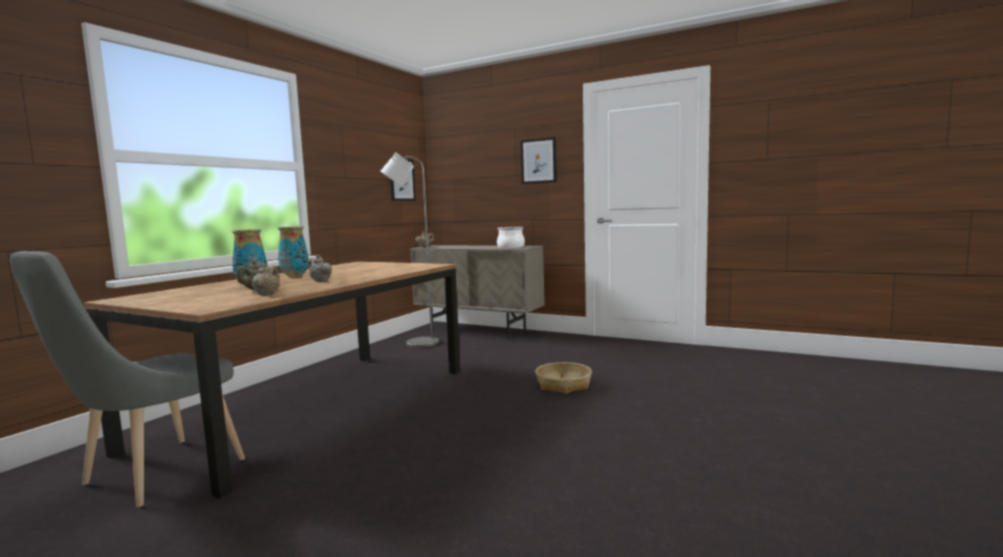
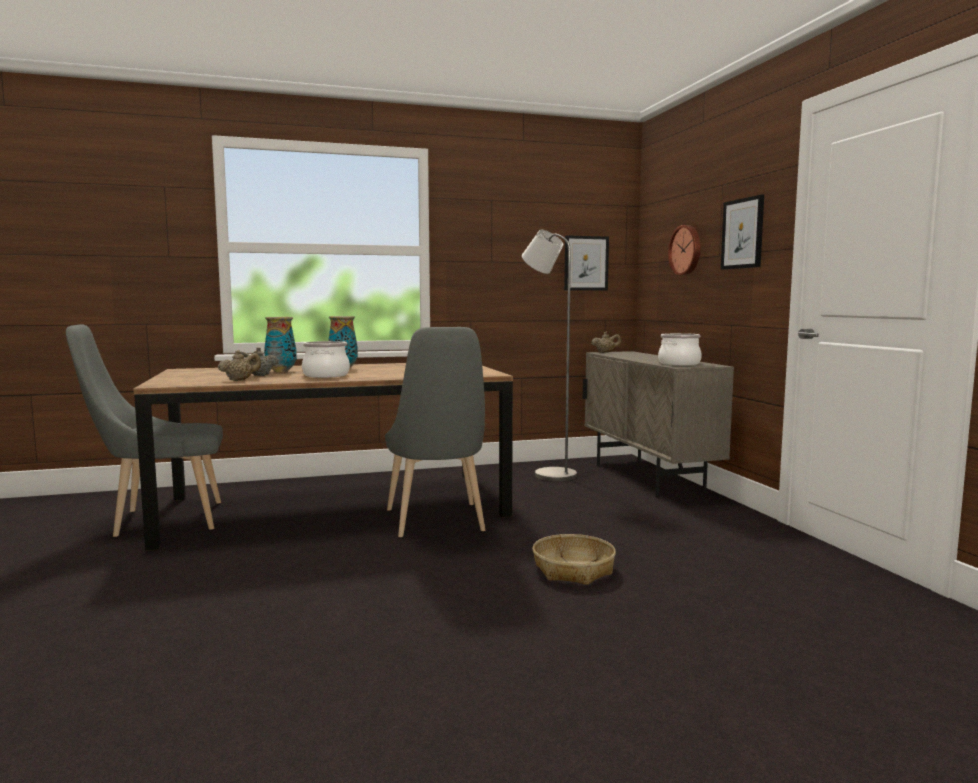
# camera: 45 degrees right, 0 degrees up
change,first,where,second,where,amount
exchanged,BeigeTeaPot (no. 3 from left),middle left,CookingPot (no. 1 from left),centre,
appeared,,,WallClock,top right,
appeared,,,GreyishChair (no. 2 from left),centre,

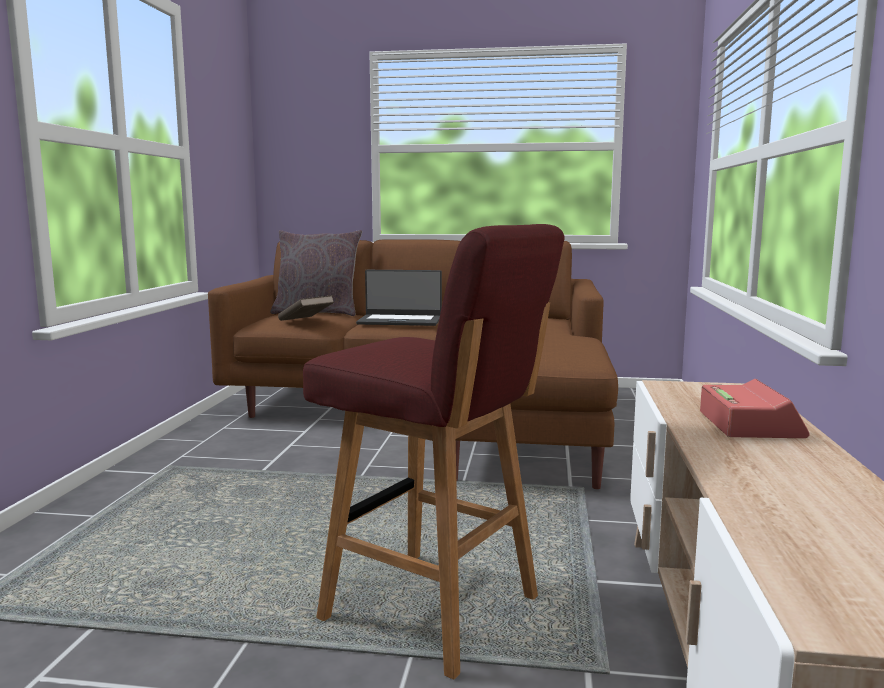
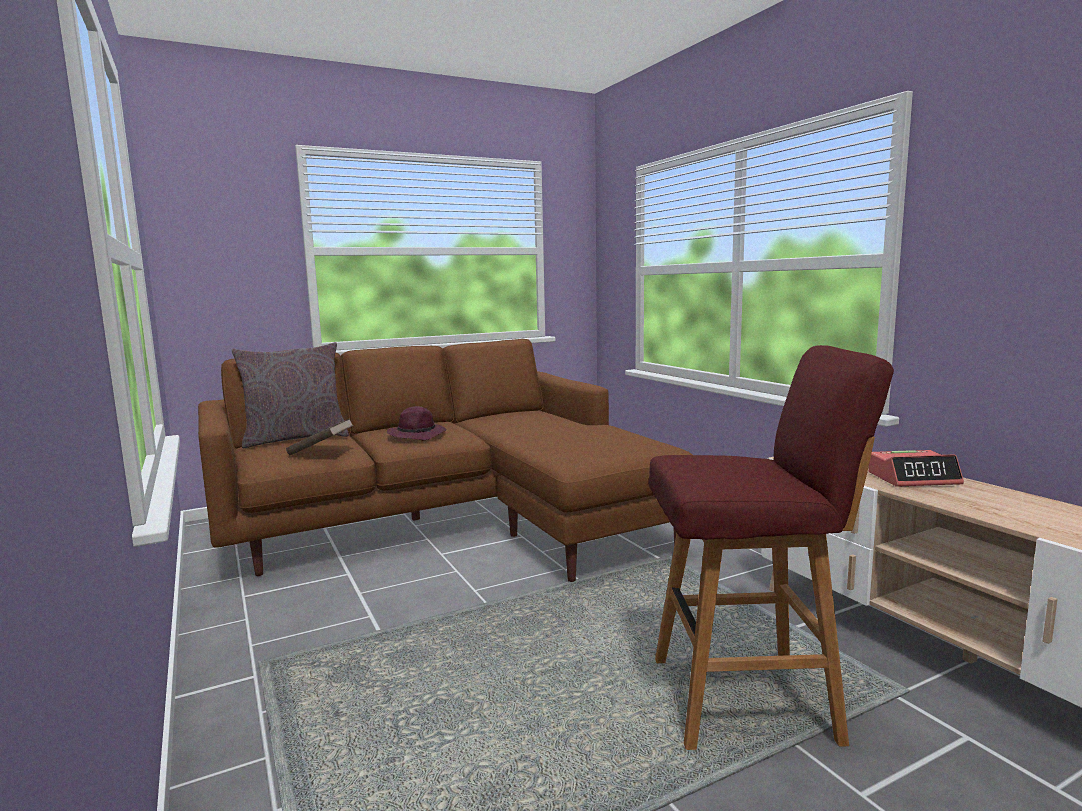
# camera: 35 degrees left, 0 degrees up
change,first,where,second,where,amount
exchanged,NotebookComputer,centre,PurpleColouredClothingHat,centre,
spun,AlarmClock,middle right,,middle right,120 degrees clockwise

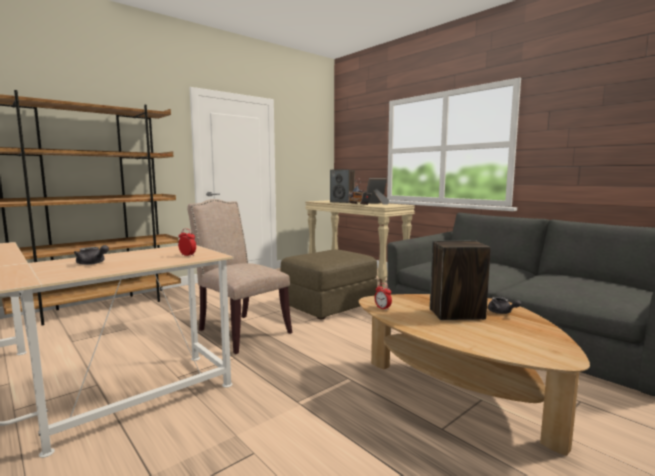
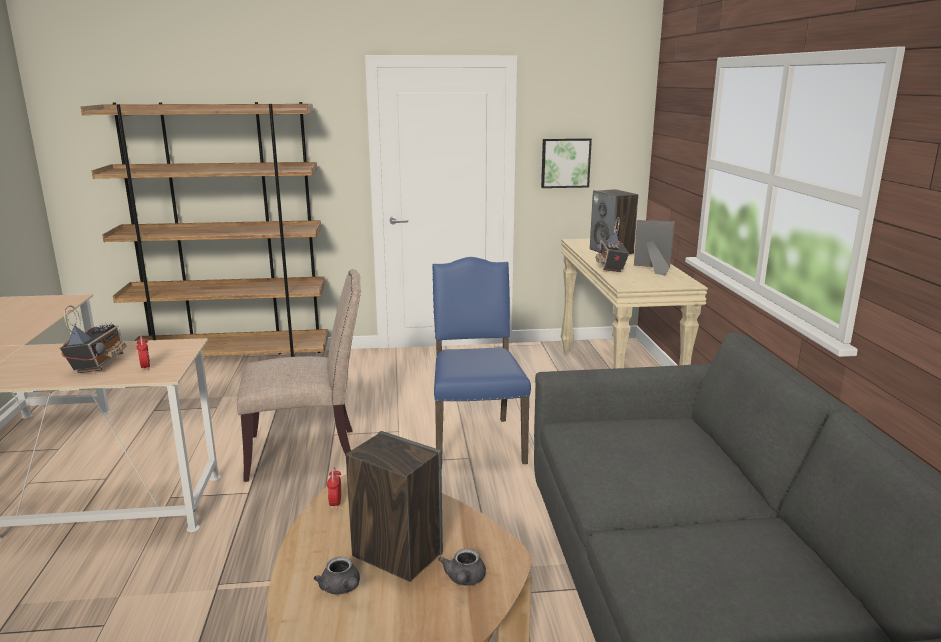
# camera: 35 degrees right, 10 degrees up
change,first,where,second,where,amount
spun,BeigeChair,centre,,middle left,90 degrees clockwise
relocated,GreyishTeaPot (no. 1 from left),middle left,,bottom centre,
exchanged,BrownColouredFootrest,centre,BlueChair,centre,
appeared,,,Picture,top centre,
appeared,,,Radio (no. 1 from left),middle left,

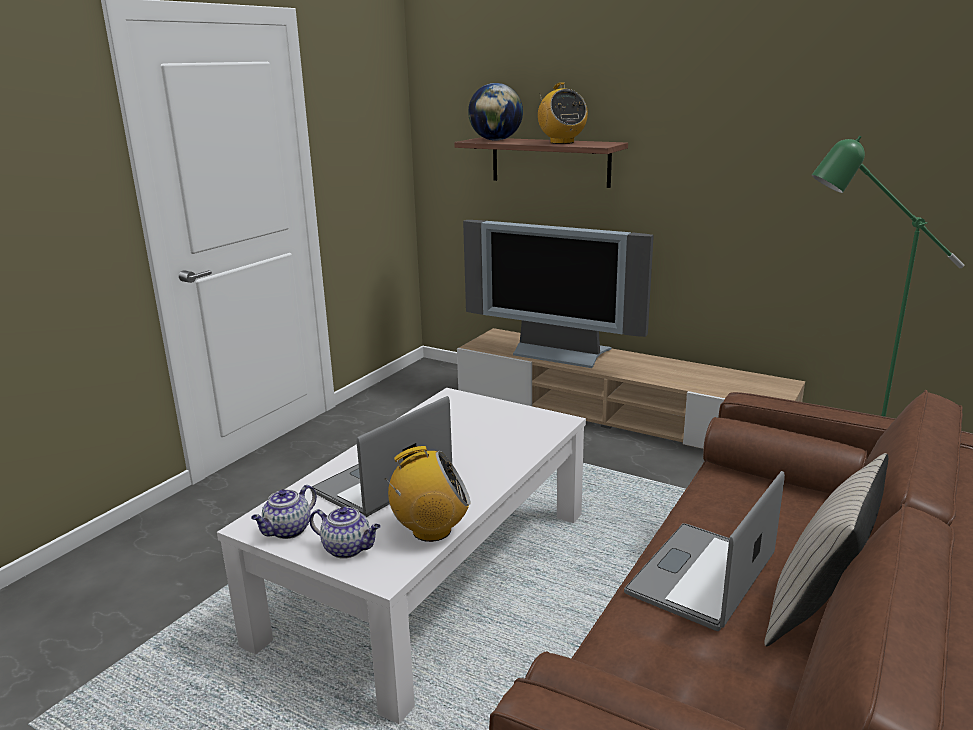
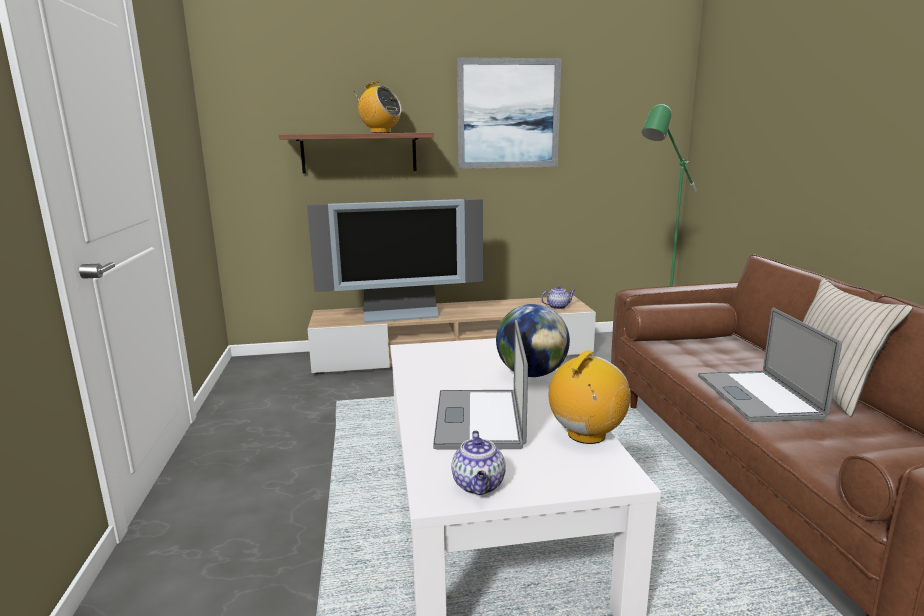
# camera: 40 degrees left, 5 degrees down
change,first,where,second,where,amount
relocated,Globe,top centre,,centre,
relocated,TeaPot (no. 2 from left),bottom centre,,centre,
appeared,,,Picture,top centre,

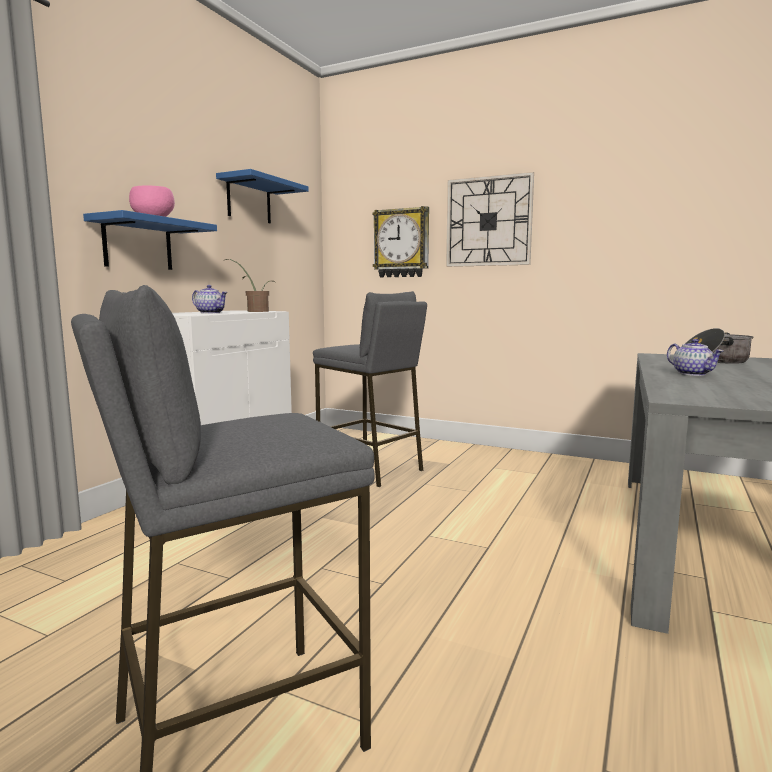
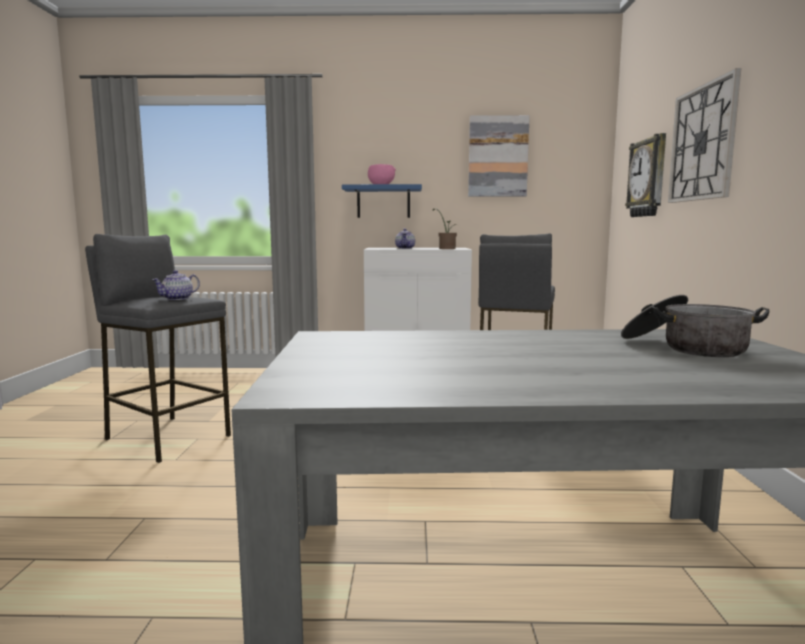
# camera: 65 degrees right, 0 degrees up
change,first,where,second,where,amount
exchanged,BlueBracketShelf (no. 2 from left),top centre,Picture,top centre,
relocated,TeaPot (no. 2 from left in the first image),middle right,TeaPot (no. 1 from left),middle left,

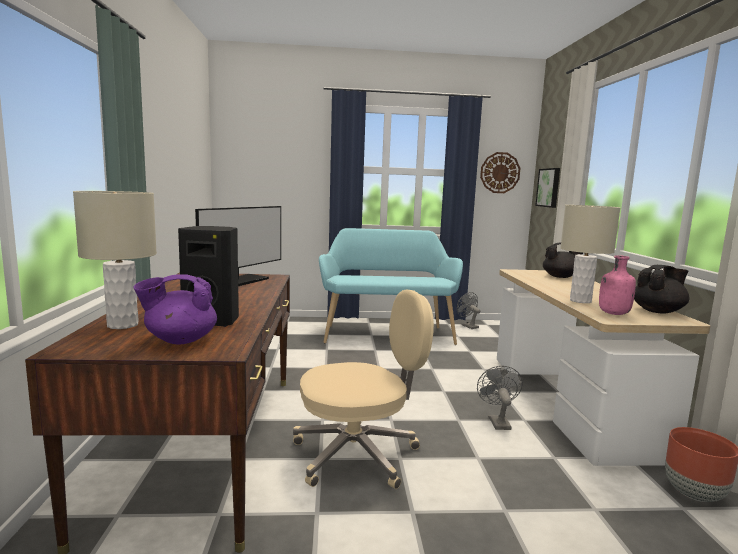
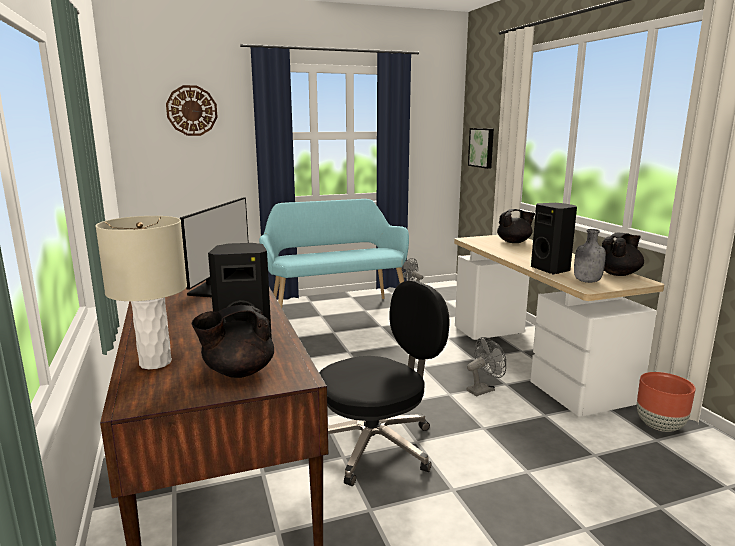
# camera: 15 degrees left, 5 degrees up
change,first,where,second,where,amount
relocated,WallClock,top right,,top left,
exchanged,BeigeTabletopLamp (no. 2 from left),middle right,BlackColouredSpeaker (no. 2 from left),middle right,
colour,PinkishBeverageBottle,middle right,GreyishBeverageBottle,middle right,
colour,PurpleColouredTeaPot,middle left,BlackColouredTeaPot (no. 1 from left),middle left,
colour,BeigeOfficeChair,bottom centre,BlackColouredOfficeChair,bottom centre,
spun,GreyishCoolingFan (no. 2 from left),bottom right,,bottom centre,75 degrees clockwise

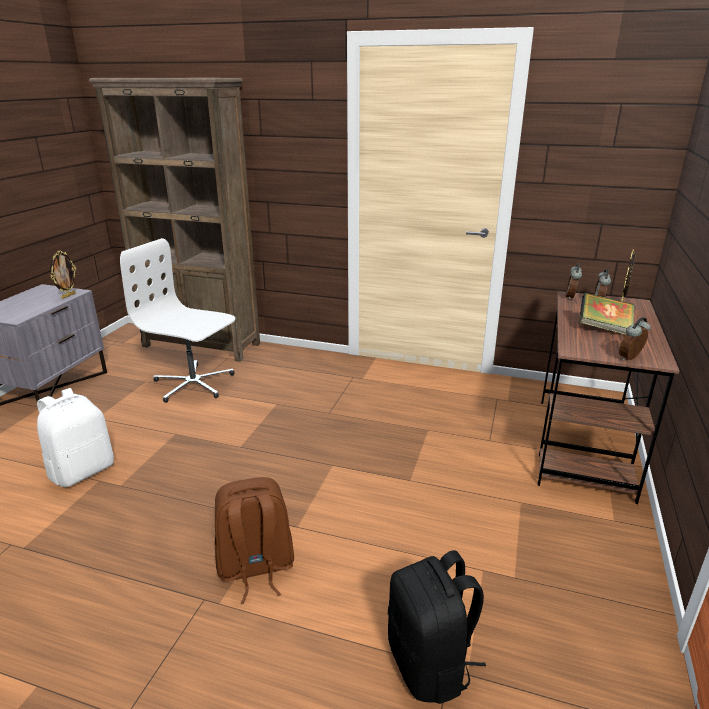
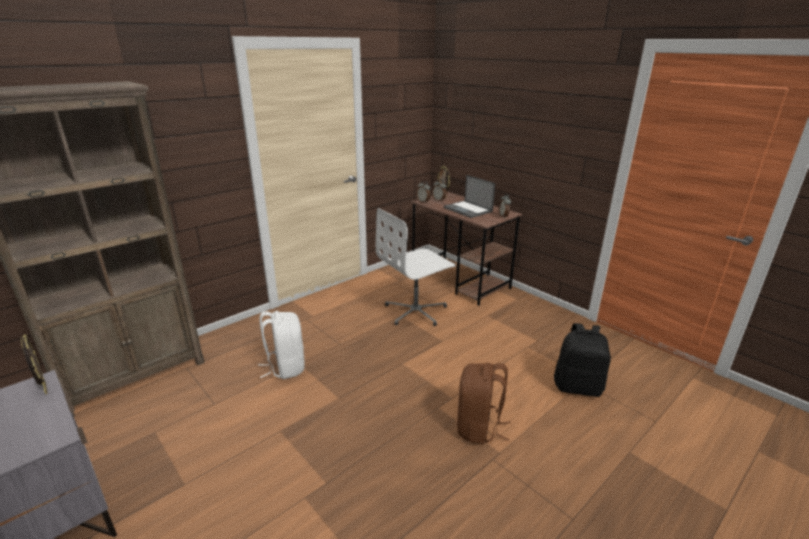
# camera: 60 degrees left, 0 degrees up
change,first,where,second,where,amount
relocated,WhitishOfficeChair,middle left,,centre,
exchanged,Volume,middle right,NotebookComputer,centre,
relocated,WhitishRucksack,middle left,,centre,

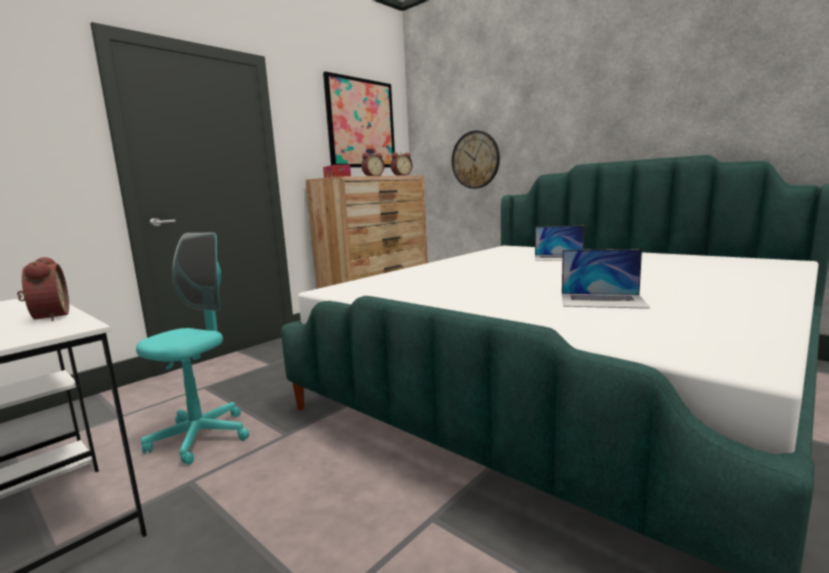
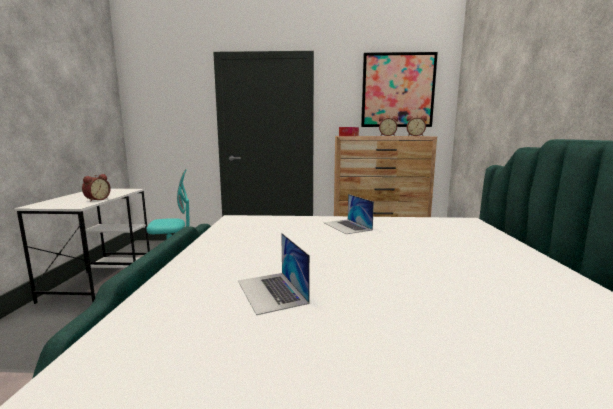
# camera: 50 degrees right, 0 degrees up
change,first,where,second,where,amount
missing,WallClock,top centre,,,
relocated,NotebookComputer (no. 1 from left in the first image),middle right,NotebookComputer (no. 2 from left),centre,

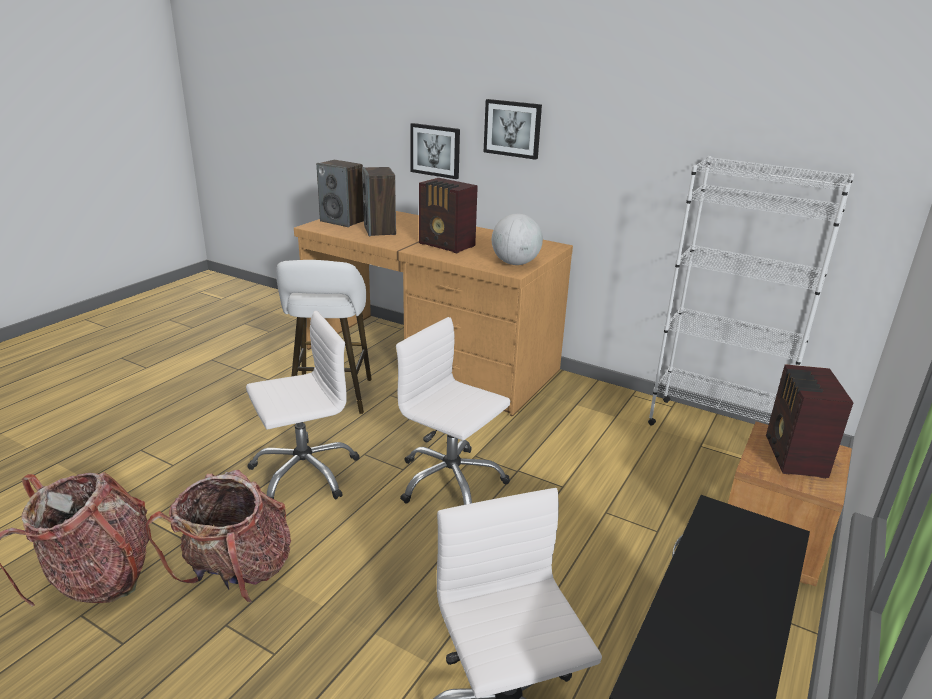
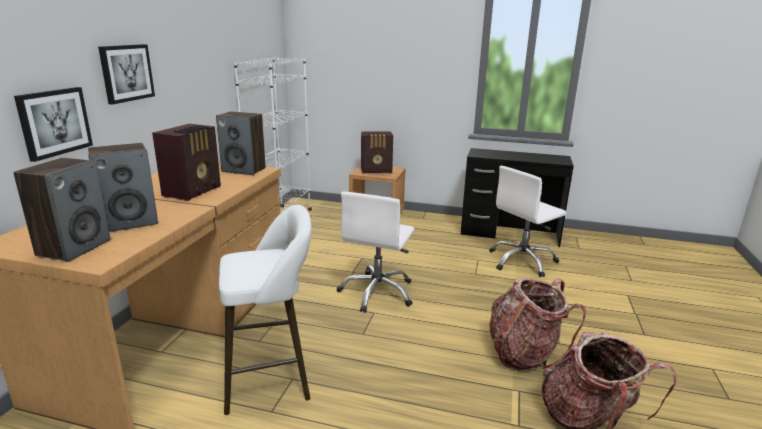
# camera: 105 degrees left, 5 degrees down
change,first,where,second,where,amount
exchanged,Globe,centre,Speaker (no. 3 from left),middle left,
missing,WhitishOfficeChair (no. 1 from left),middle left,,,

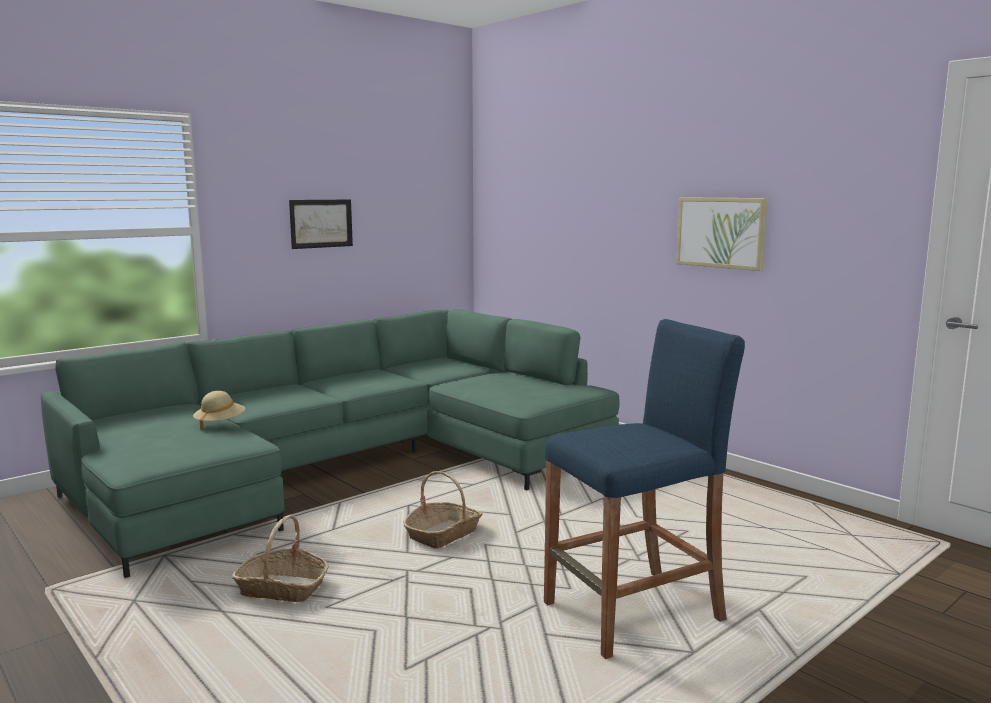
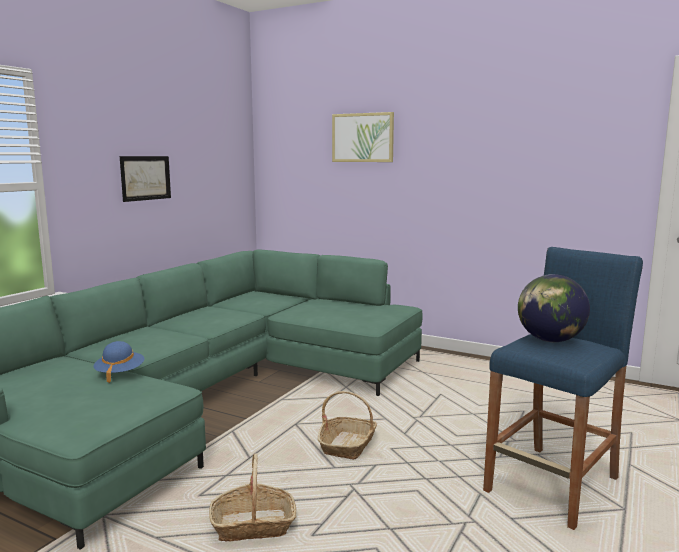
# camera: 20 degrees left, 0 degrees up
change,first,where,second,where,amount
relocated,Picture (no. 2 from left),top right,,top centre,
colour,BeigeClothingHat,middle left,BlueClothingHat,middle left,
appeared,,,Globe,middle right,

